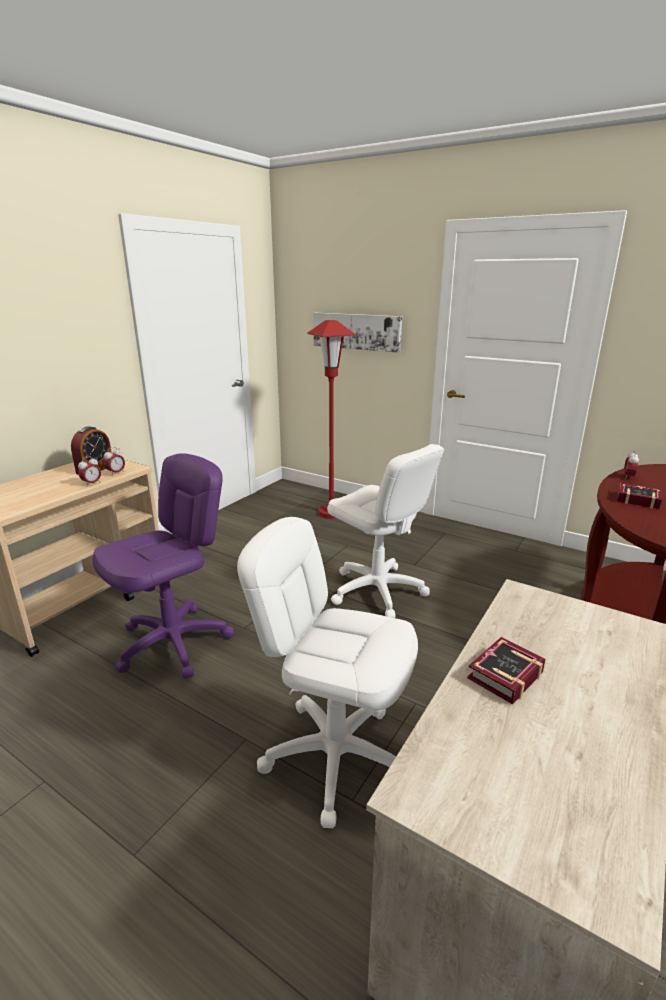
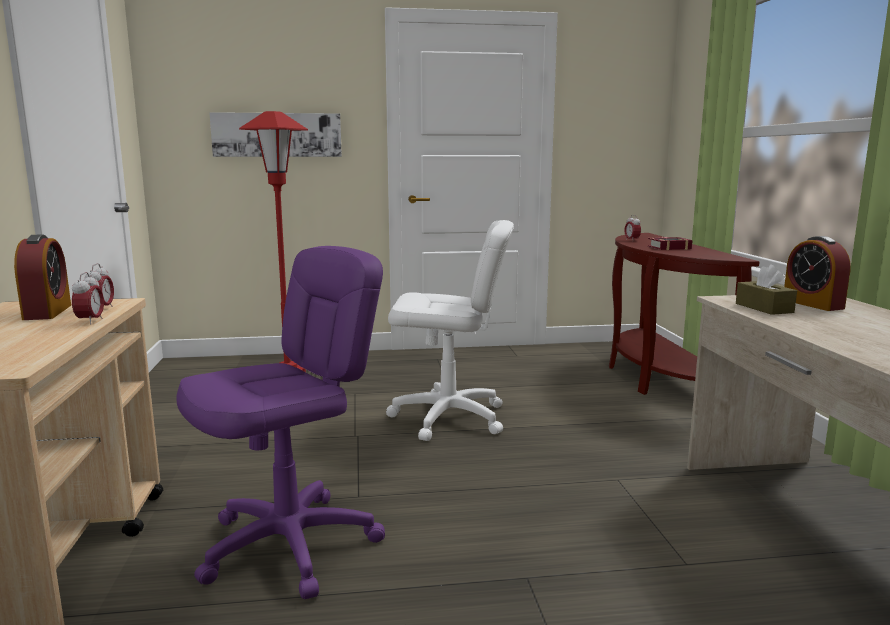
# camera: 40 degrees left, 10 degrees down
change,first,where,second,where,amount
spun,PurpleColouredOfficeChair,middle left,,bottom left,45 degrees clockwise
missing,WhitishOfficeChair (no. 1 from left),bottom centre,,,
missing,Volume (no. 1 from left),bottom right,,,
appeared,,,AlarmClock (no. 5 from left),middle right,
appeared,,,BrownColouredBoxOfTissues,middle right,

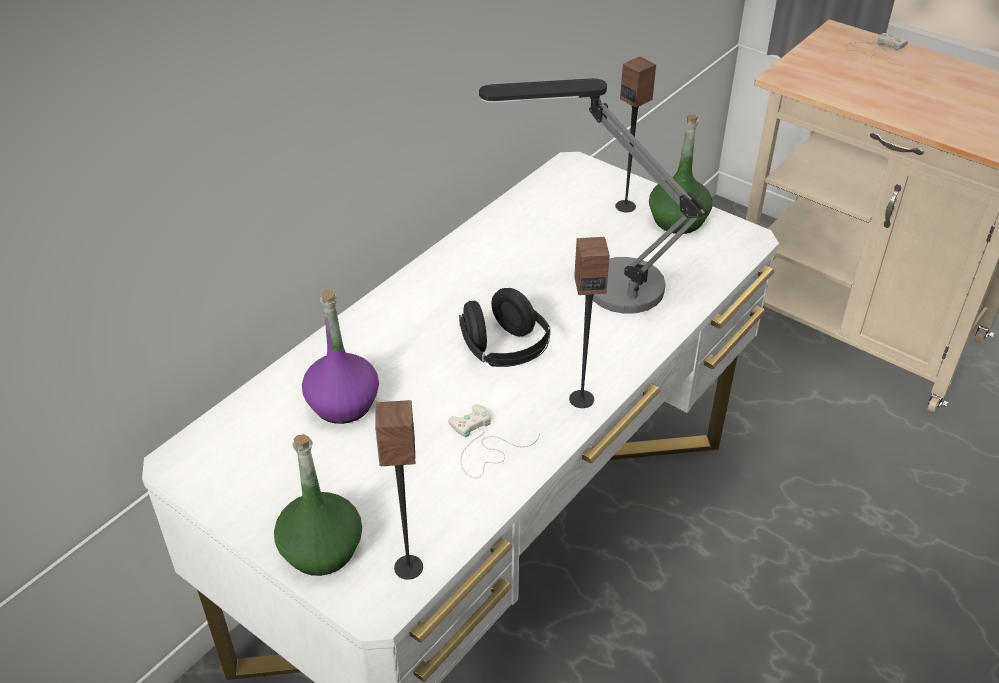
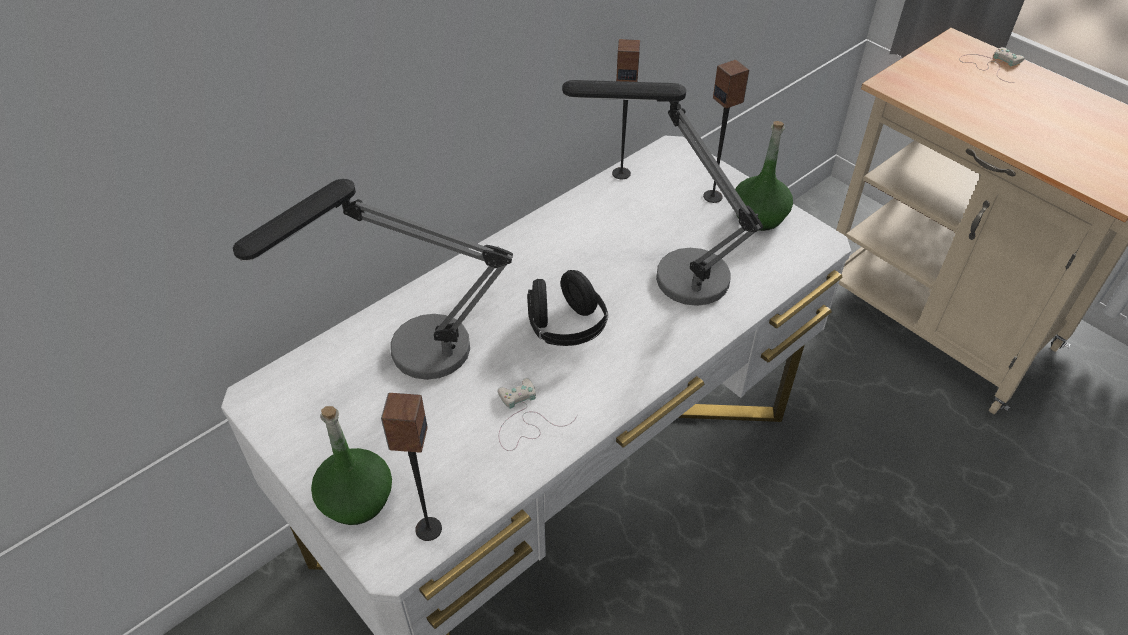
# camera: 10 degrees right, 5 degrees up
change,first,where,second,where,amount
relocated,Speaker (no. 2 from left),centre,,top centre,
exchanged,PurpleColouredBeverageBottle,centre,TabletopLamp (no. 1 from left),middle left,

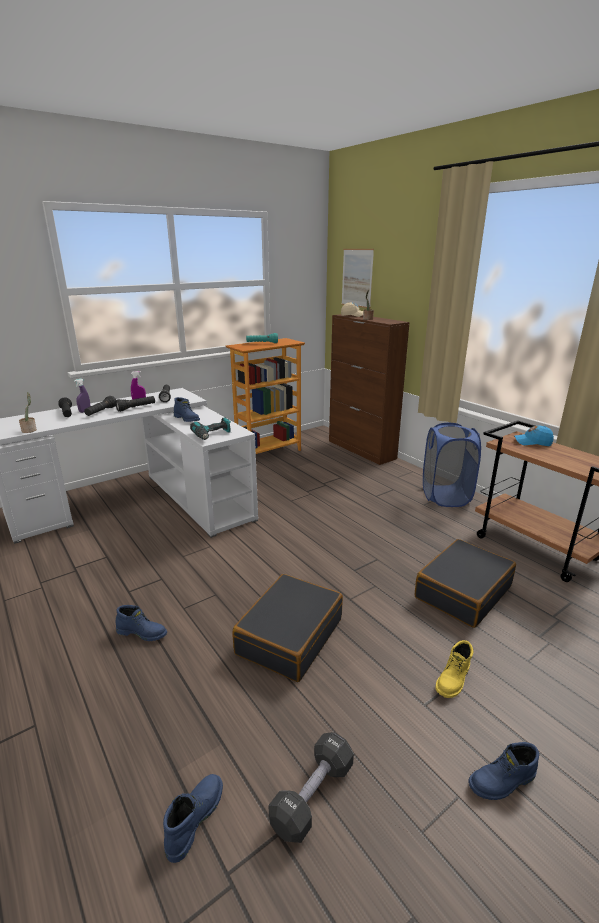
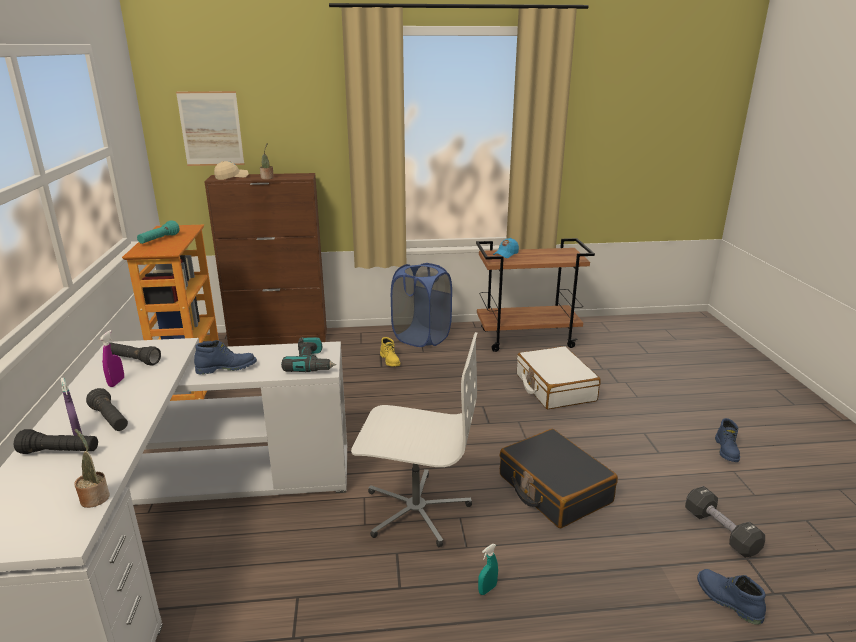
# camera: 60 degrees left, 0 degrees up
change,first,where,second,where,amount
missing,BlackColouredFlashlight (no. 3 from left),middle left,,,
colour,BlackColouredPieceOfLuggage (no. 2 from left),middle right,WhitishPieceOfLuggage,centre,
exchanged,BlueHighTopBoot (no. 1 from left),bottom left,TurquoiseSprayer,bottom centre,
relocated,YellowColouredHighTopBoot,bottom right,,centre,
appeared,,,WhitishOfficeChair,bottom centre,

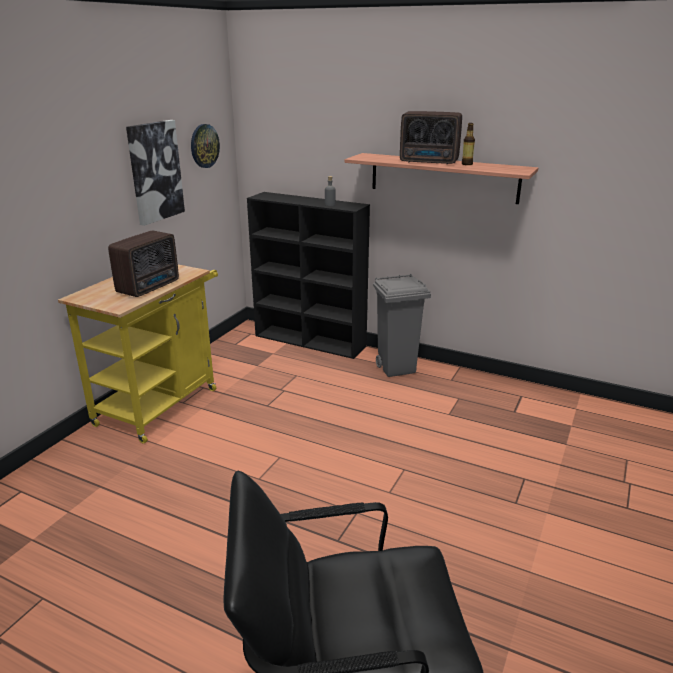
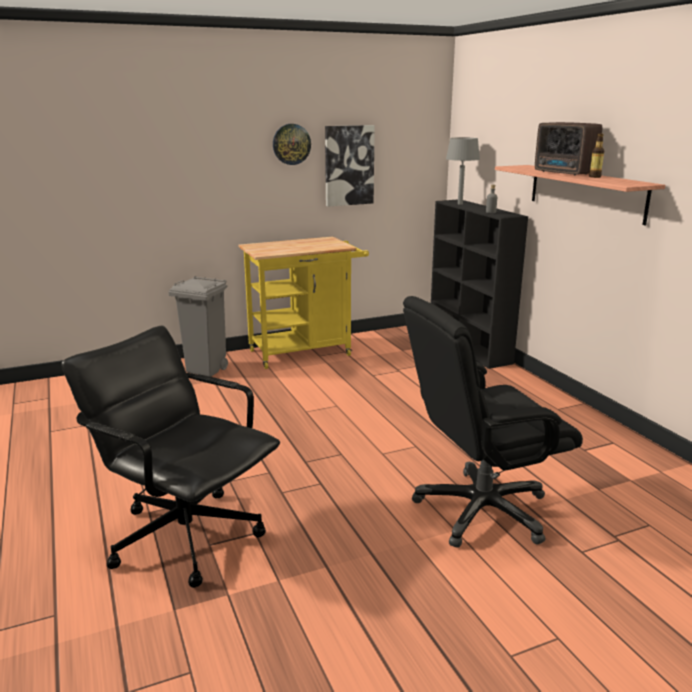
# camera: 40 degrees right, 5 degrees down
change,first,where,second,where,amount
relocated,WallClock,top left,,top centre,
missing,Radio (no. 1 from left),middle left,,,
relocated,GreyishWasteBin,centre,,middle left,
appeared,,,GreyishTabletopLamp,top right,
appeared,,,BlackColouredOfficeChair (no. 2 from left),middle right,

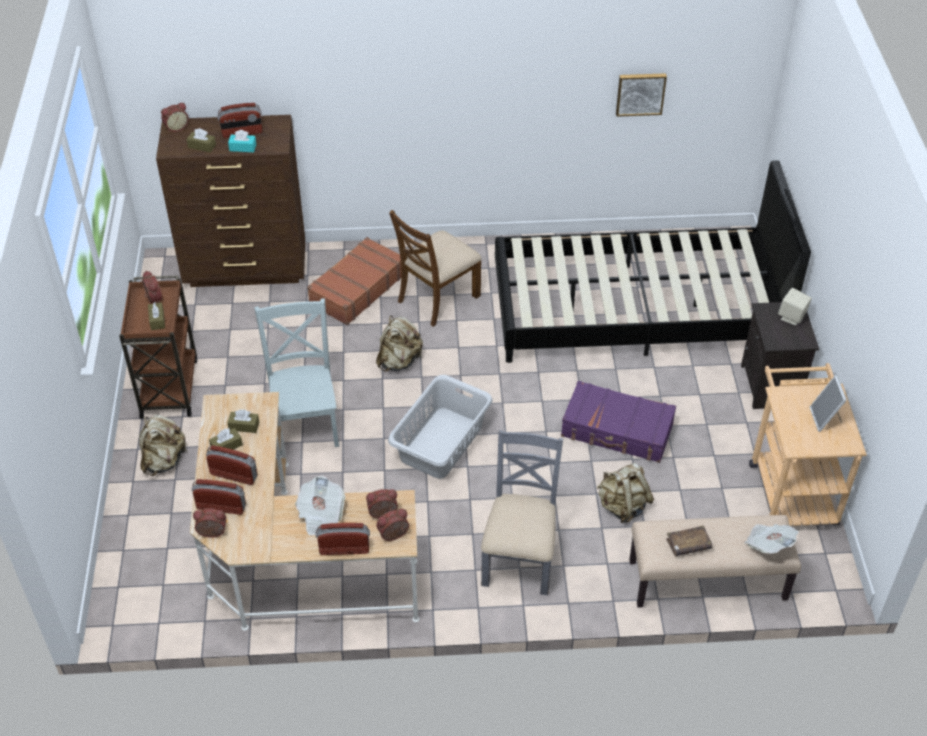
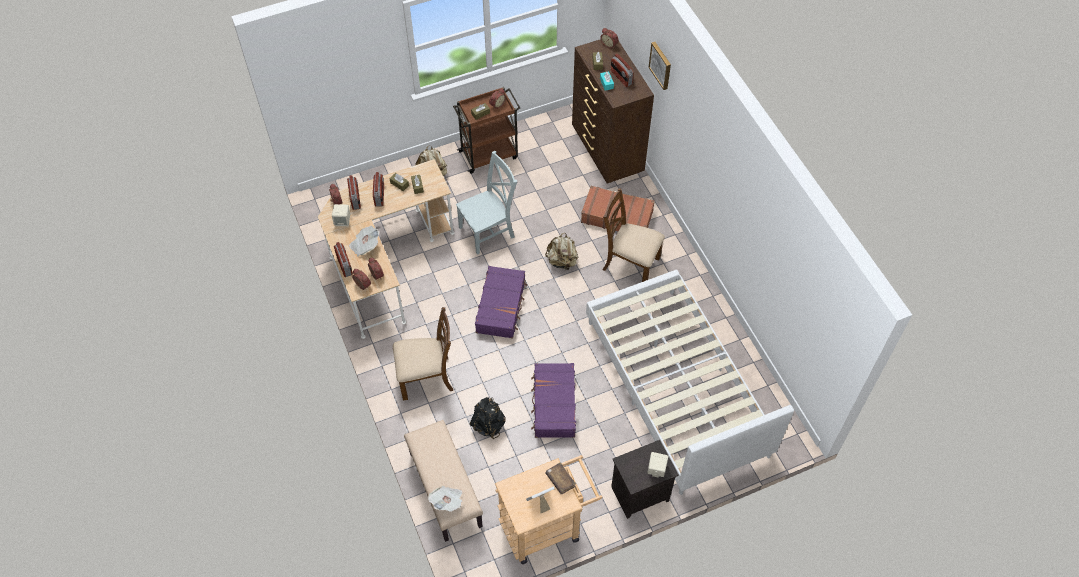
# camera: 70 degrees right, 10 degrees up
change,first,where,second,where,amount
relocated,Picture,top right,,top centre,
colour,BlackColouredSleepingBed,middle right,WhitishSleepingBed,centre,
exchanged,GreyishLaundryBasket,centre,PurpleColouredPieceOfLuggage (no. 1 from left),centre,
colour,GreyishChair (no. 2 from left),bottom centre,BrownColouredChair (no. 1 from left),centre,
colour,BeigeRucksack (no. 3 from left),bottom right,BlackColouredRucksack,bottom centre,
relocated,BrownColouredVolume,bottom right,,bottom centre,
appeared,,,BeigeSpeaker (no. 1 from left),middle left,

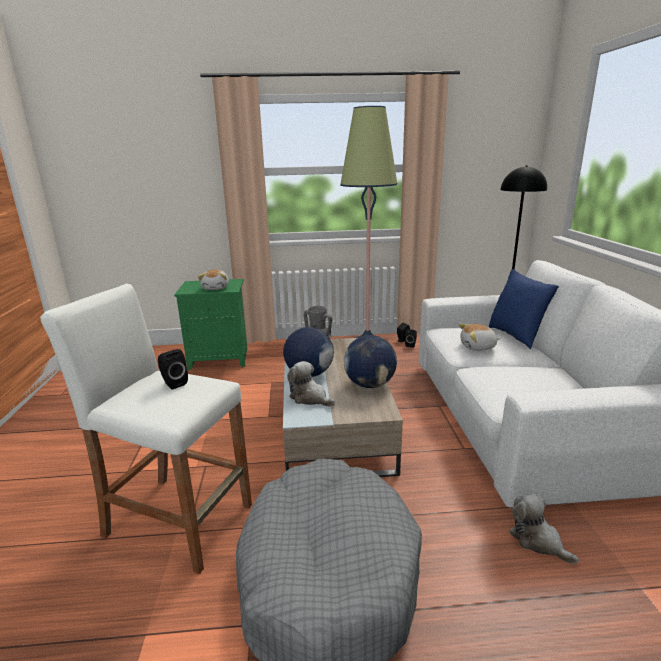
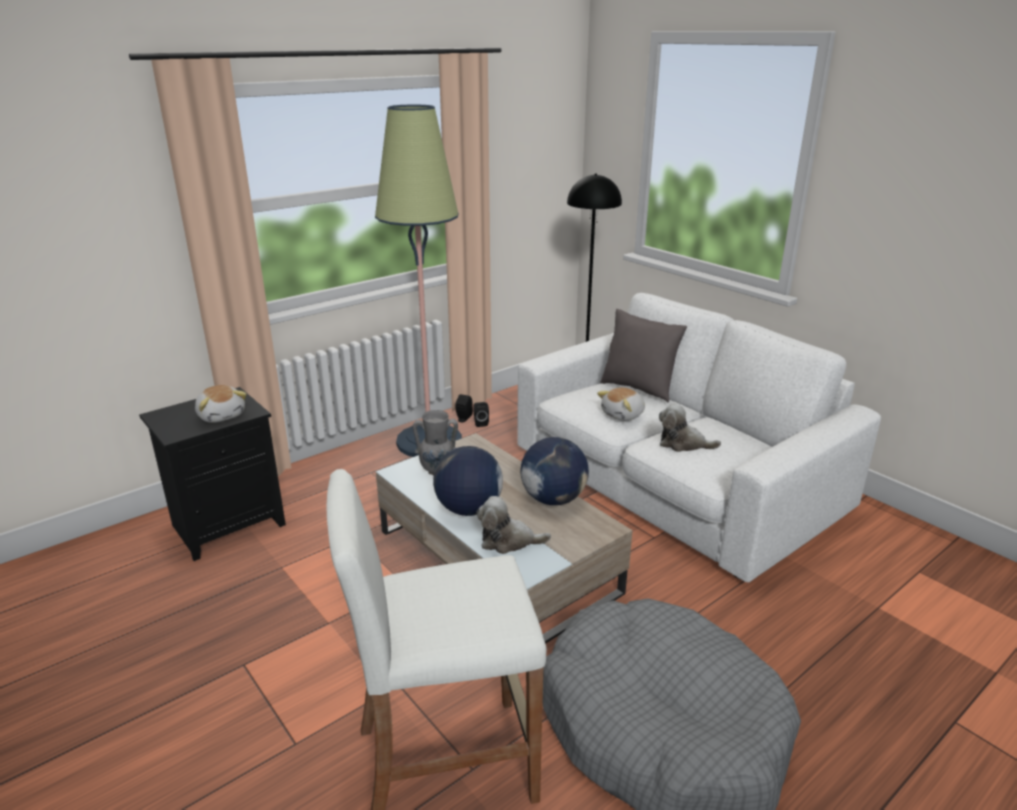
# camera: 35 degrees left, 5 degrees up
change,first,where,second,where,amount
colour,BlueCushion,middle right,GreyishCushion,centre,
colour,GreenishBedsideTable,middle left,BlackColouredBedsideTable,middle left,
missing,BlackColouredSpeaker (no. 1 from left),middle left,,,
relocated,CuddlyToy (no. 4 from left),bottom right,,middle right,

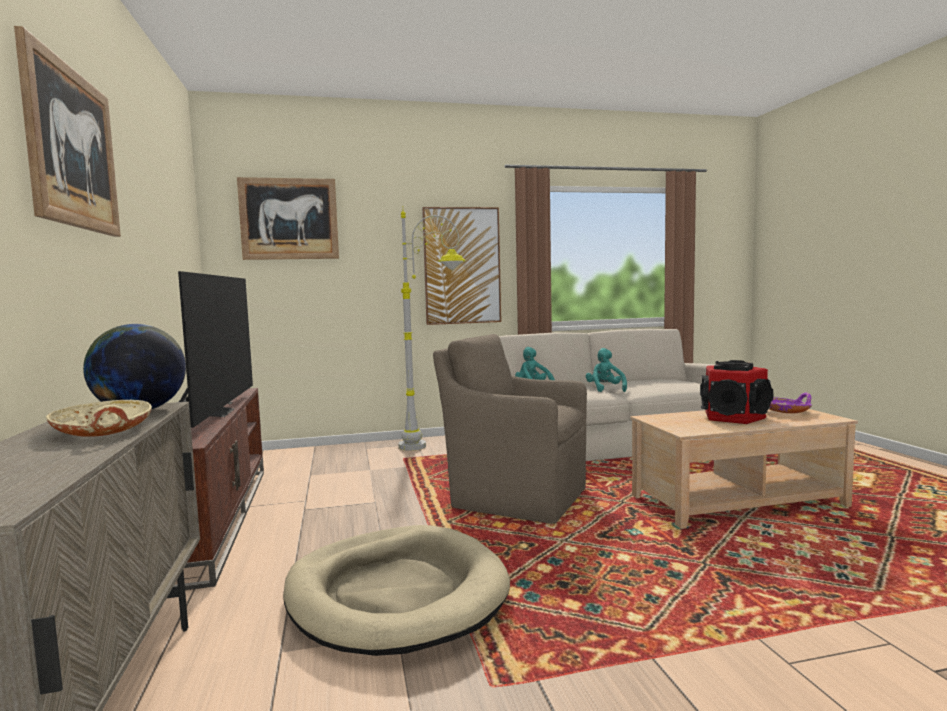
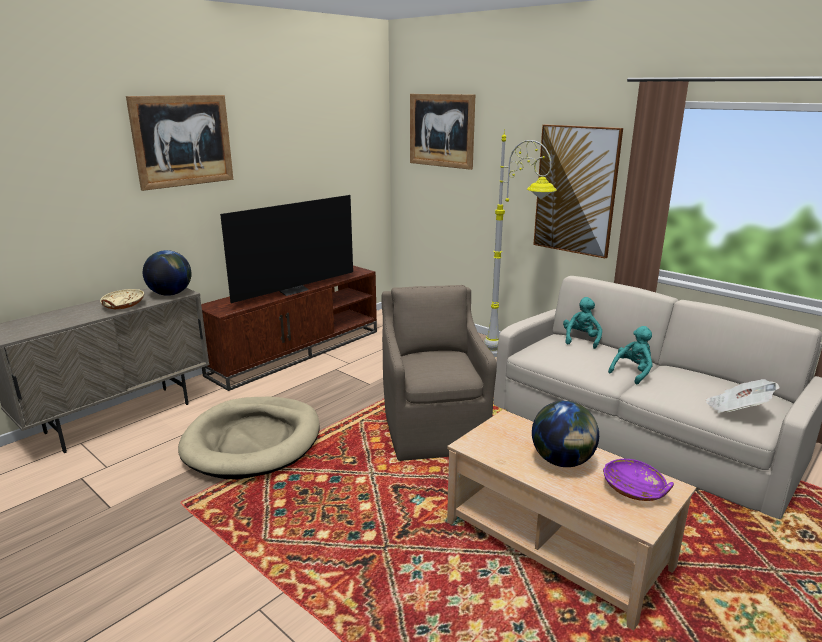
# camera: 55 degrees right, 15 degrees up
change,first,where,second,where,amount
exchanged,Speaker,middle right,Globe (no. 2 from left),bottom right,
appeared,,,PrintedPaper,middle right,

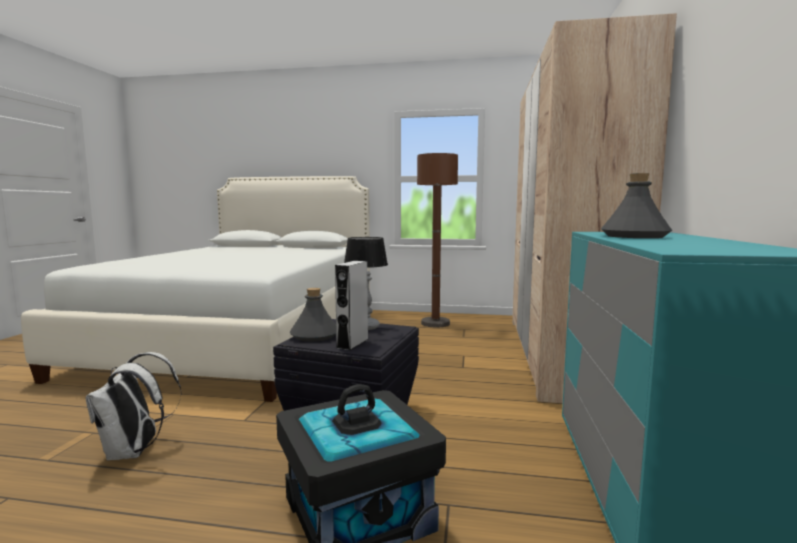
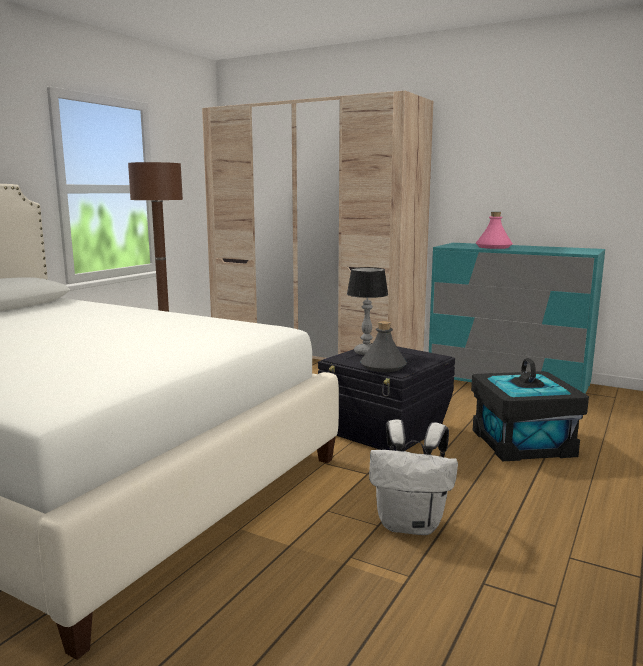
# camera: 70 degrees left, 5 degrees up
change,first,where,second,where,amount
colour,GreyishBeverageBottle (no. 2 from left),middle right,PinkishBeverageBottle,middle right,
missing,GreyishSpeaker,centre,,,

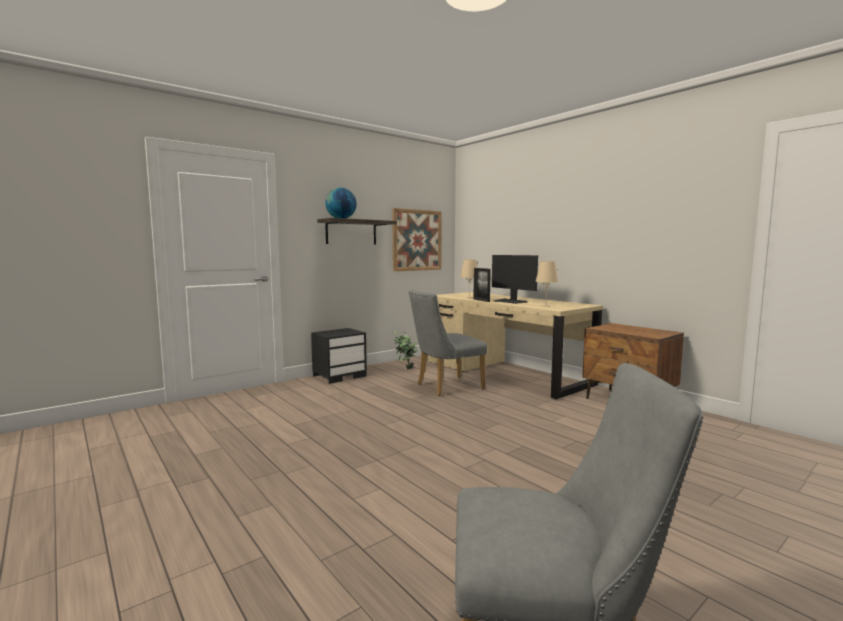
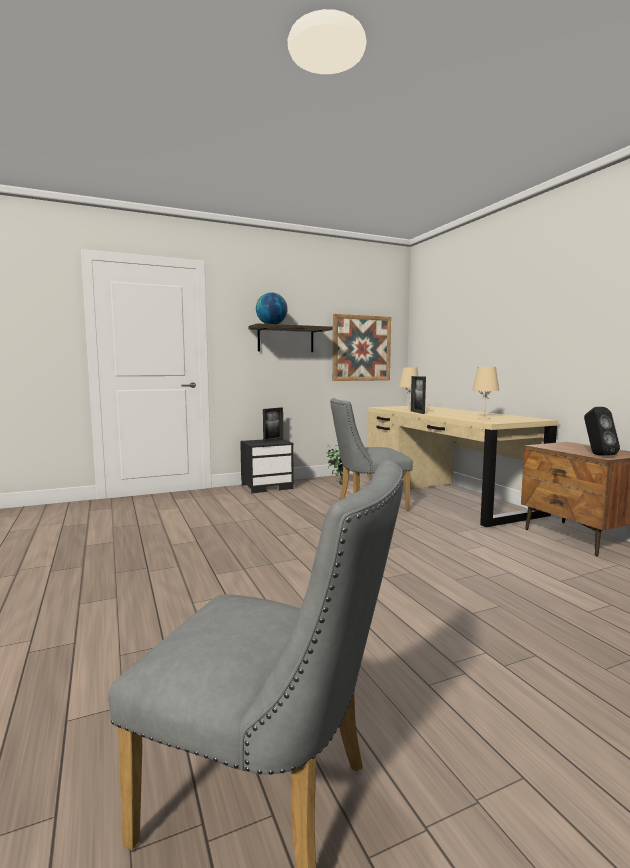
# camera: 15 degrees right, 0 degrees up
change,first,where,second,where,amount
missing,ComputerScreen,centre,,,
appeared,,,PhotoFrame (no. 1 from left),centre,
appeared,,,BlackColouredSpeaker,middle right,

